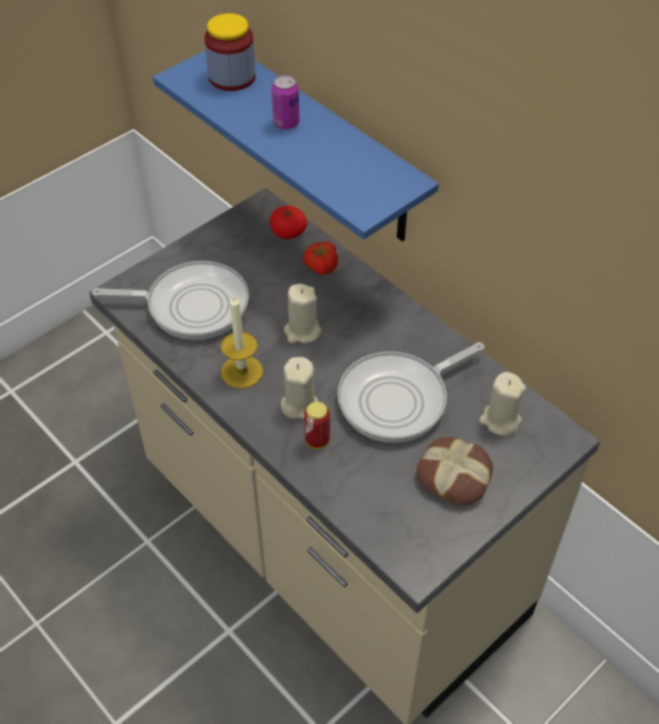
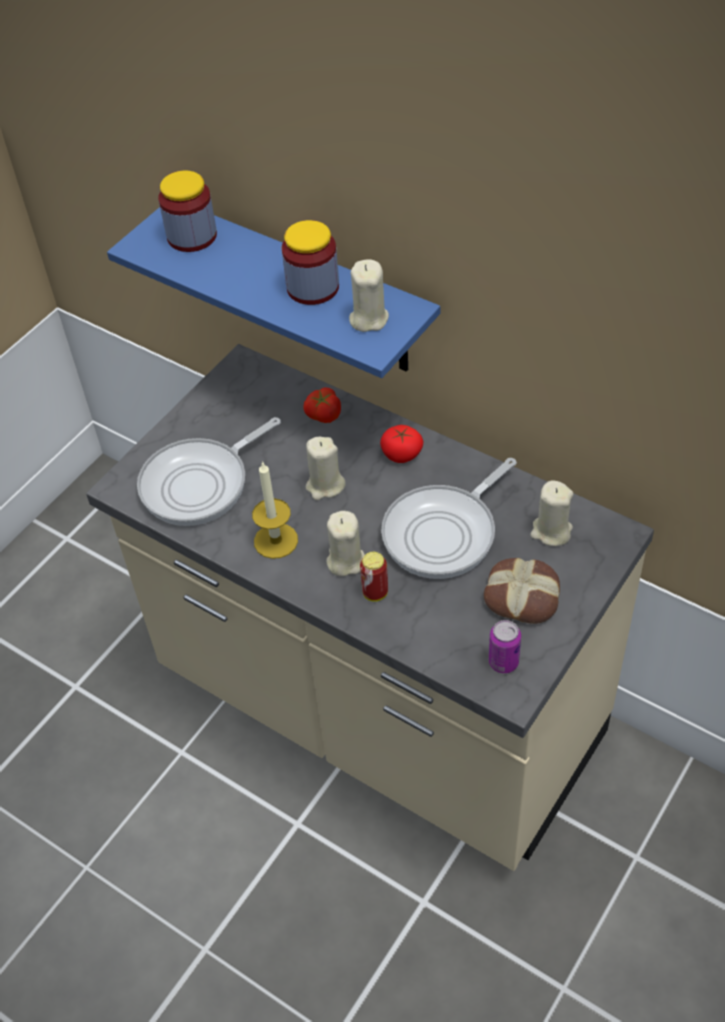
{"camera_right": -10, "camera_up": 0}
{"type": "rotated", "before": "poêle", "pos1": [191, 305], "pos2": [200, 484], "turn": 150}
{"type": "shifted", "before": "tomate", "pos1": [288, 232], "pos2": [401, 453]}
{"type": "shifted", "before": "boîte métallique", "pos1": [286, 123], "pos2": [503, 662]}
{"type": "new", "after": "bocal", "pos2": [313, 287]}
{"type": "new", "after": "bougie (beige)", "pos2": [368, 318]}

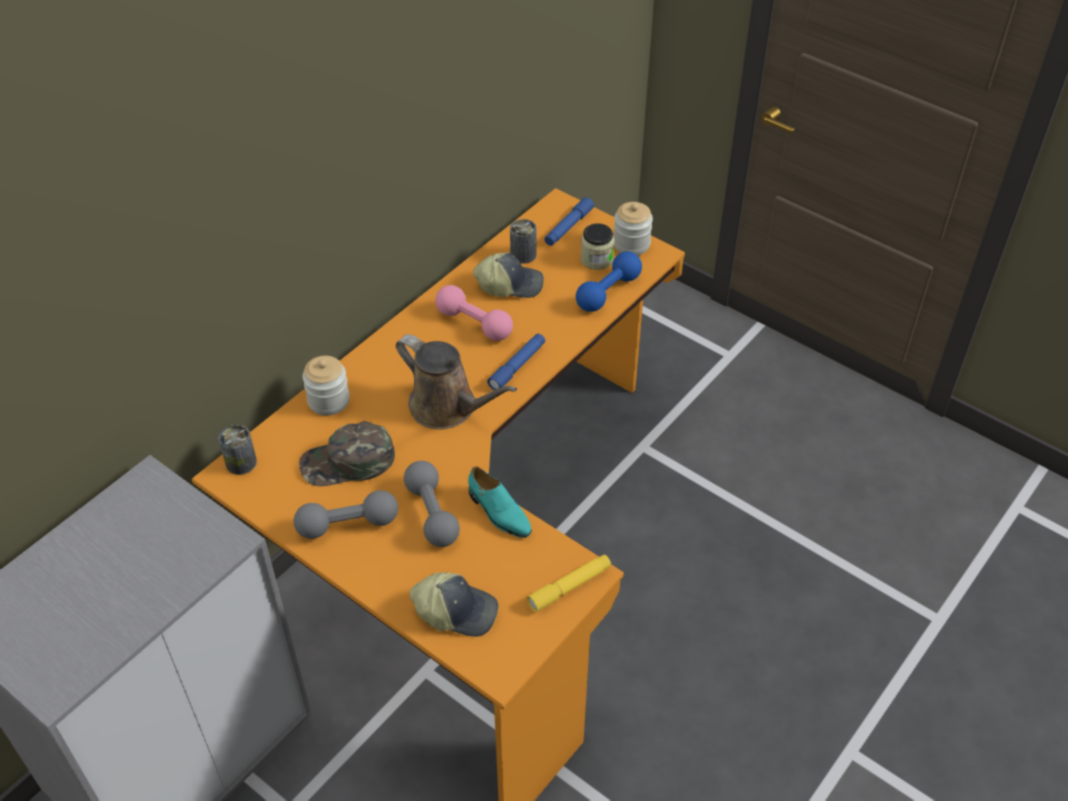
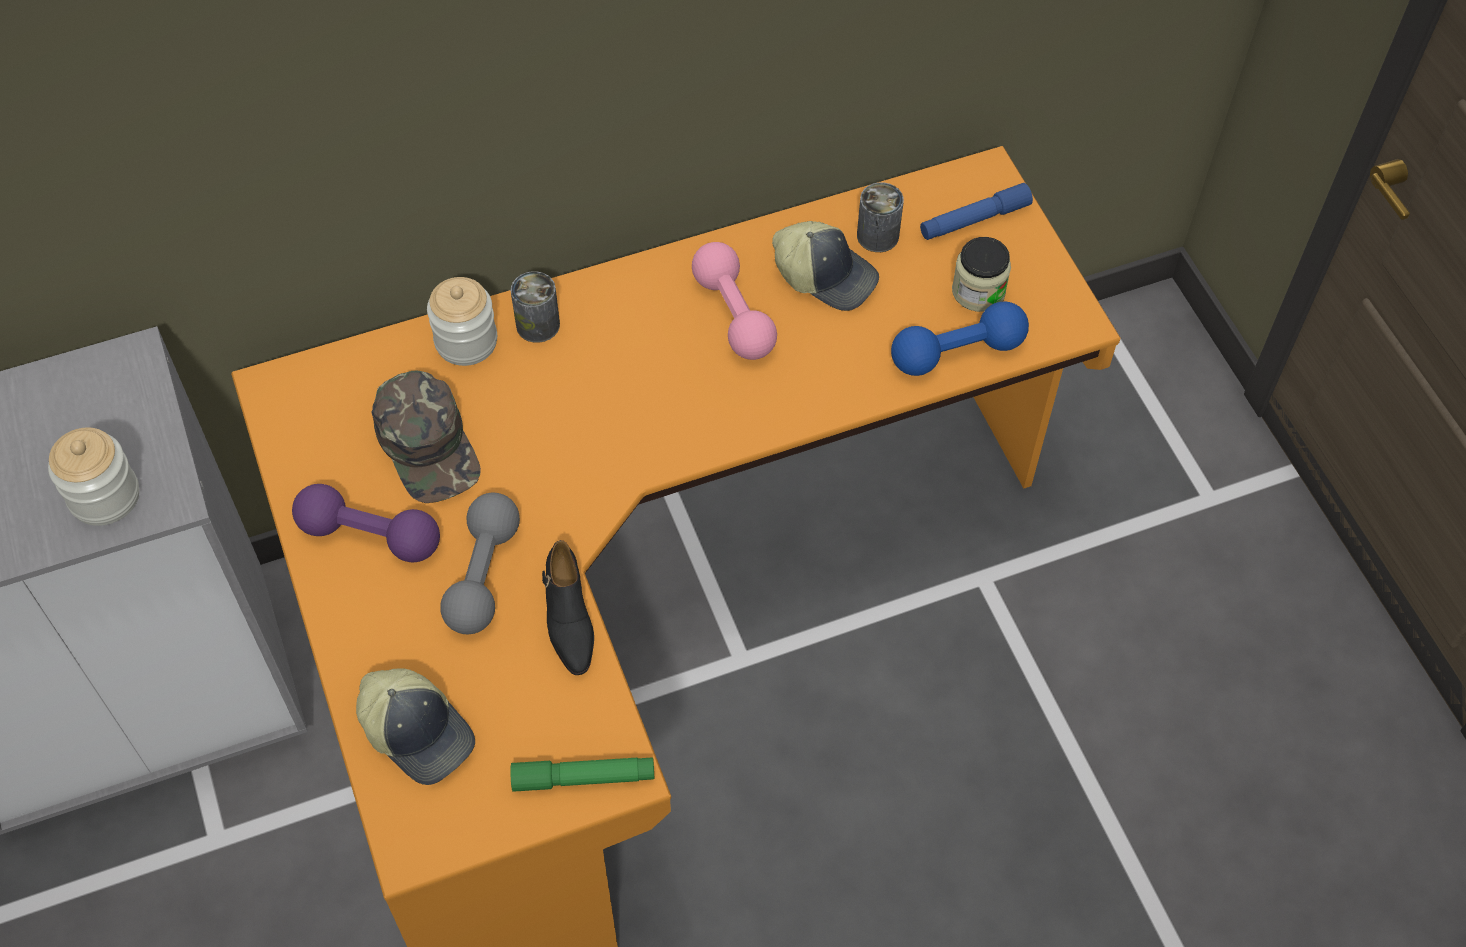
{"camera_right": 30, "camera_up": 10}
{"type": "shifted", "before": "boîte métallique", "pos1": [241, 462], "pos2": [538, 325]}
{"type": "repainted", "before": "haltère (gris)", "after": "haltère (violet)", "pos1": [348, 525], "pos2": [370, 536]}
{"type": "rotated", "before": "casquette (vert)", "pos1": [347, 462], "pos2": [429, 445], "turn": -135}
{"type": "gone", "before": "arrosoir (marron)", "pos1": [448, 407]}
{"type": "repainted", "before": "chaussure (turquoise)", "after": "chaussure (noir)", "pos1": [499, 513], "pos2": [568, 619]}
{"type": "gone", "before": "lampe de poche (bleu)", "pos1": [517, 366]}
{"type": "repainted", "before": "lampe de poche (jaune)", "after": "lampe de poche (vert)", "pos1": [569, 587], "pos2": [583, 778]}
{"type": "shifted", "before": "bocal", "pos1": [631, 244], "pos2": [104, 496]}

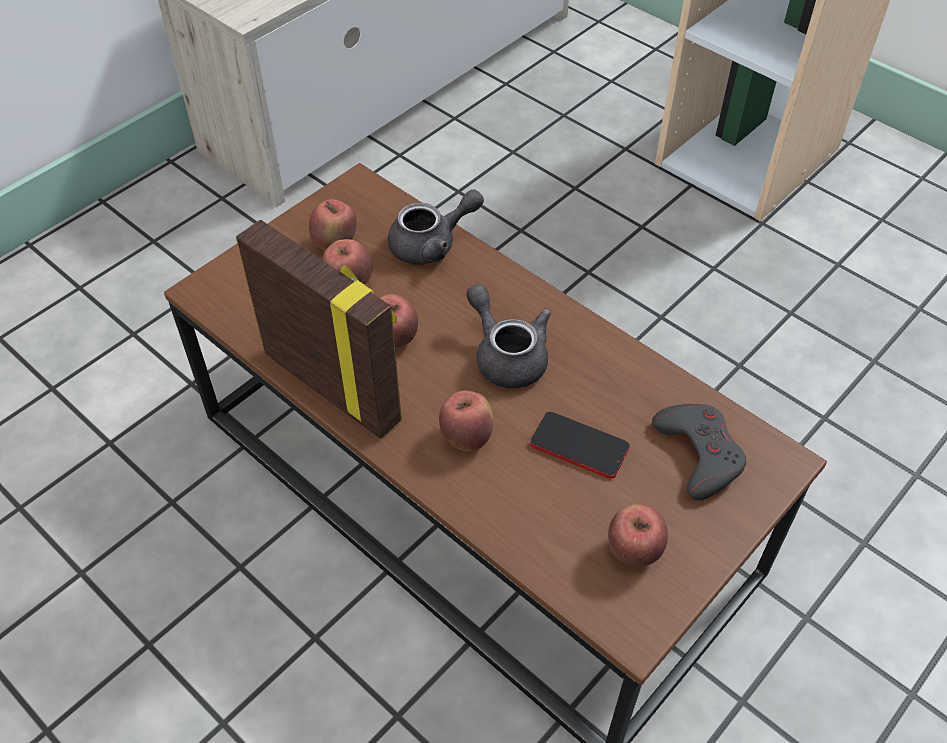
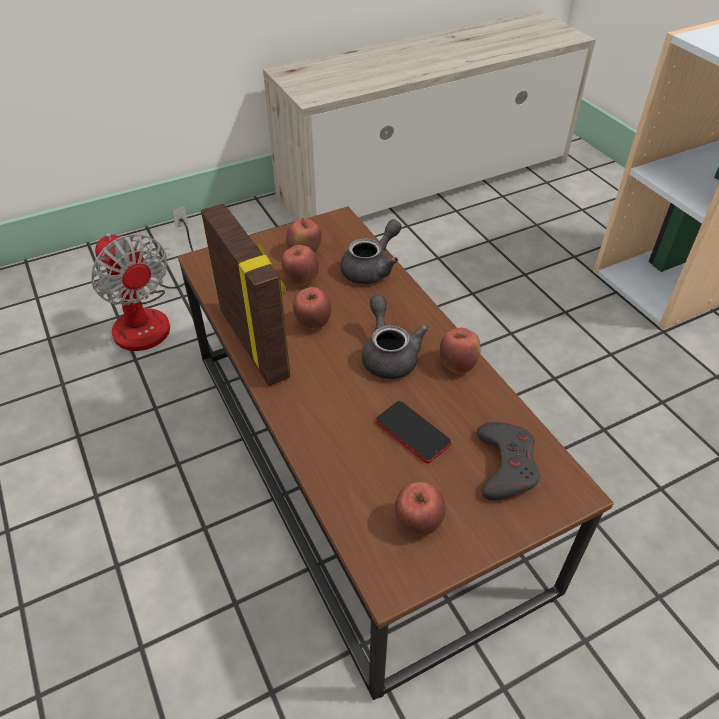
{"camera_right": 20, "camera_up": -5}
{"type": "rotated", "before": "théière (gris)", "pos1": [432, 244], "pos2": [371, 268], "turn": -45}
{"type": "shifted", "before": "pomme", "pos1": [467, 437], "pos2": [458, 365]}
{"type": "new", "after": "ventilateur", "pos2": [151, 316]}

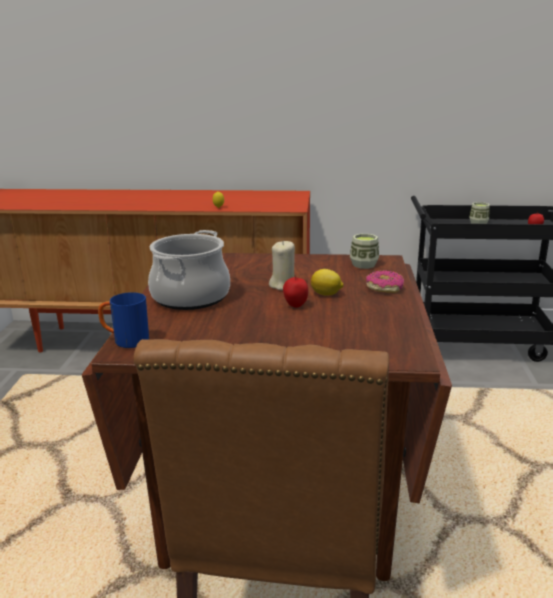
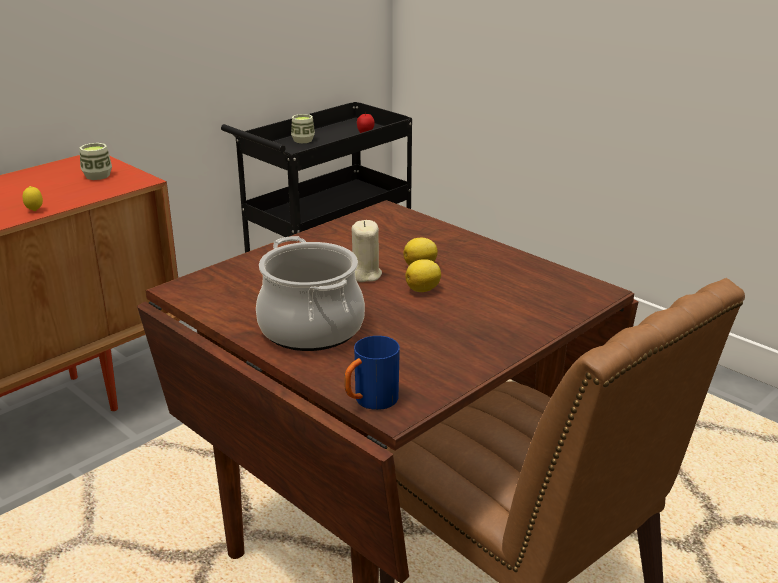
{"camera_right": -50, "camera_up": 5}
{"type": "swapped", "before": "pomme", "after": "citron", "pos1": [295, 306], "pos2": [423, 289]}
{"type": "shifted", "before": "tasse", "pos1": [364, 265], "pos2": [97, 176]}
{"type": "gone", "before": "beignet", "pos1": [384, 288]}

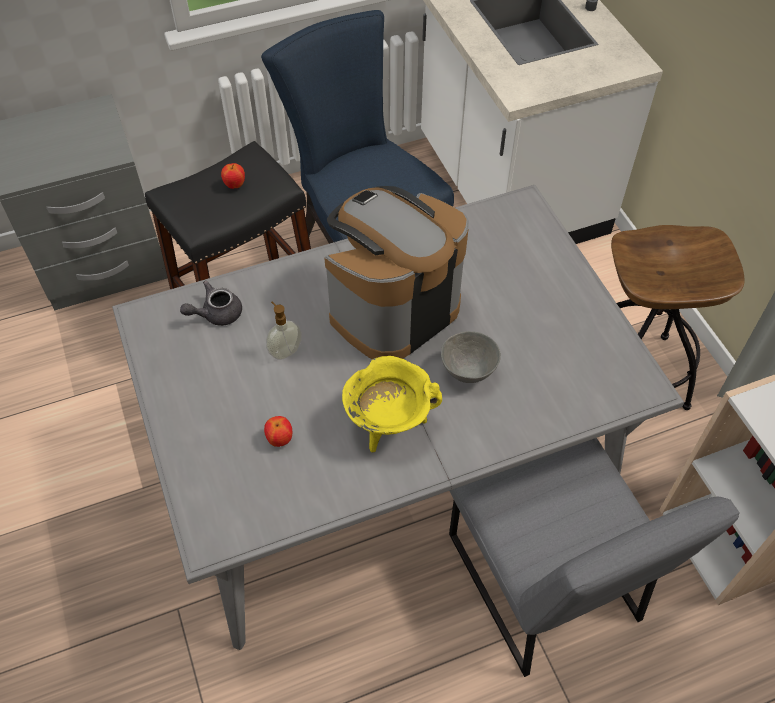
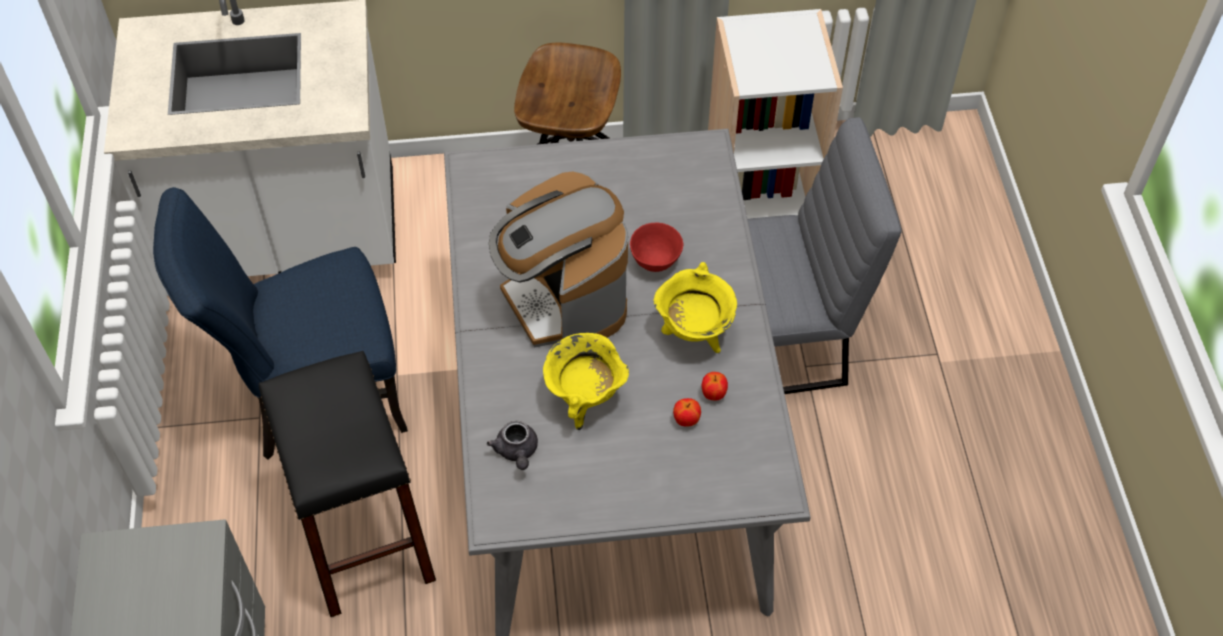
{"camera_right": -75, "camera_up": 0}
{"type": "shifted", "before": "pomme", "pos1": [235, 185], "pos2": [713, 394]}
{"type": "swapped", "before": "distributeur de savon", "after": "marmite (jaune)", "pos1": [285, 351], "pos2": [585, 399]}
{"type": "repainted", "before": "bol (gris)", "after": "bol (rouge)", "pos1": [468, 373], "pos2": [656, 263]}

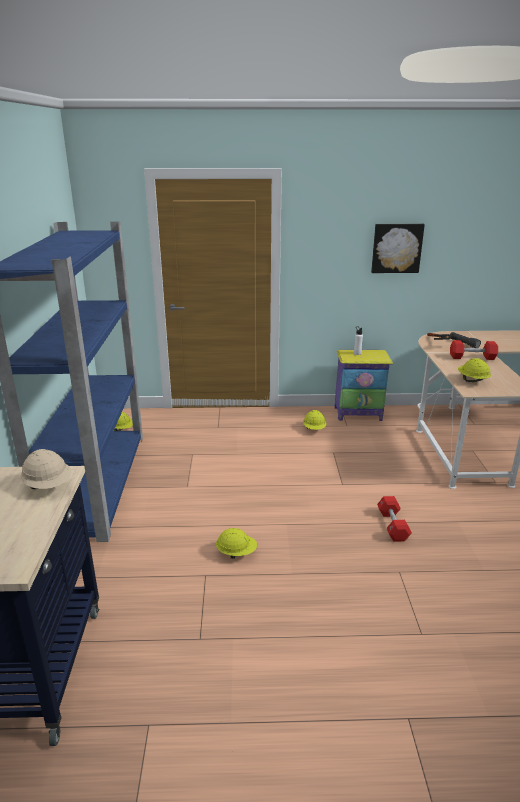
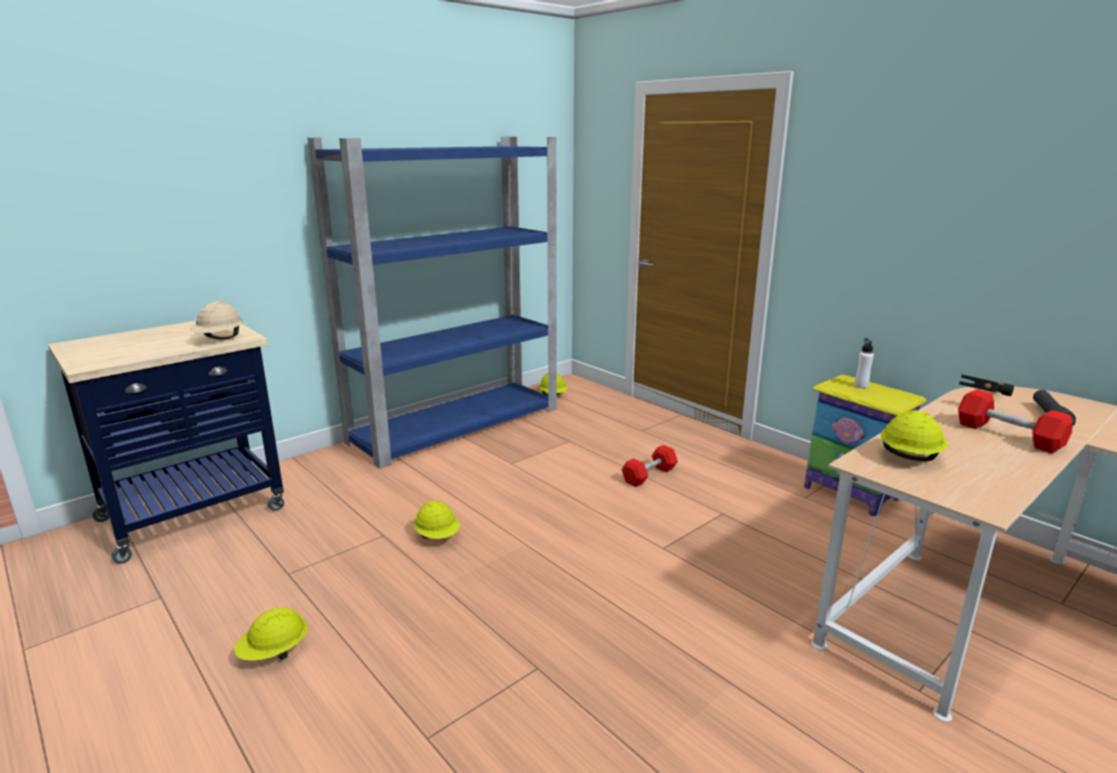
{"camera_right": 50, "camera_up": -5}
{"type": "shifted", "before": "casque de chantier (jaune)", "pos1": [314, 429], "pos2": [274, 653]}
{"type": "gone", "before": "tableau", "pos1": [396, 248]}
{"type": "shifted", "before": "haltère (rouge)", "pos1": [392, 526], "pos2": [649, 475]}

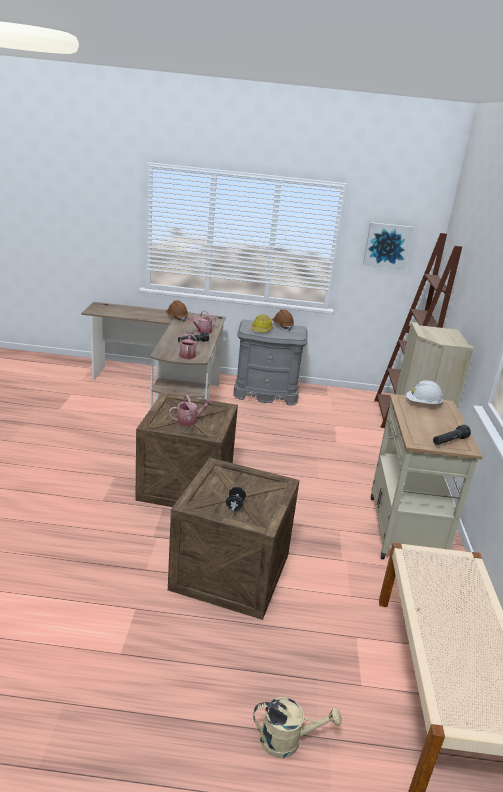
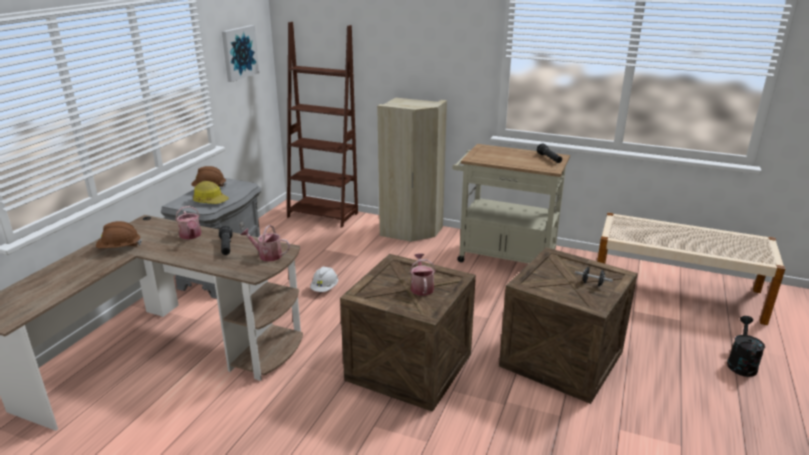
{"camera_right": -70, "camera_up": 0}
{"type": "repainted", "before": "arrosoir (beige)", "after": "arrosoir (noir)", "pos1": [288, 740], "pos2": [741, 363]}
{"type": "shifted", "before": "casque de chantier (blanc)", "pos1": [423, 404], "pos2": [325, 288]}

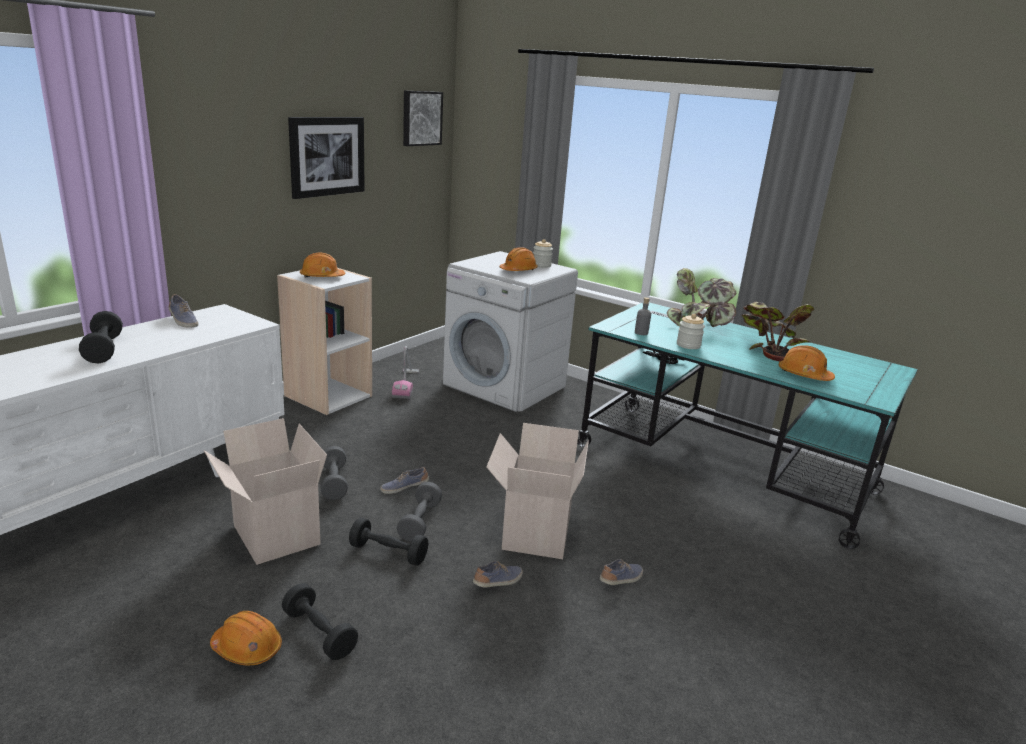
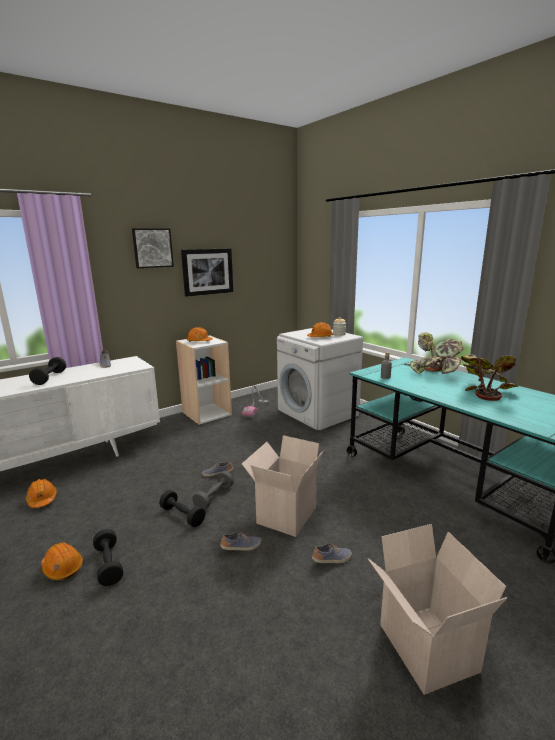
{"camera_right": 20, "camera_up": -5}
{"type": "shifted", "before": "carton", "pos1": [273, 535], "pos2": [424, 647]}
{"type": "gone", "before": "haltère (gris)", "pos1": [334, 483]}
{"type": "shifted", "before": "tableau", "pos1": [421, 118], "pos2": [152, 248]}
{"type": "gone", "before": "bocal", "pos1": [688, 345]}
{"type": "shifted", "before": "casque de chantier (orange)", "pos1": [804, 375], "pos2": [42, 499]}

